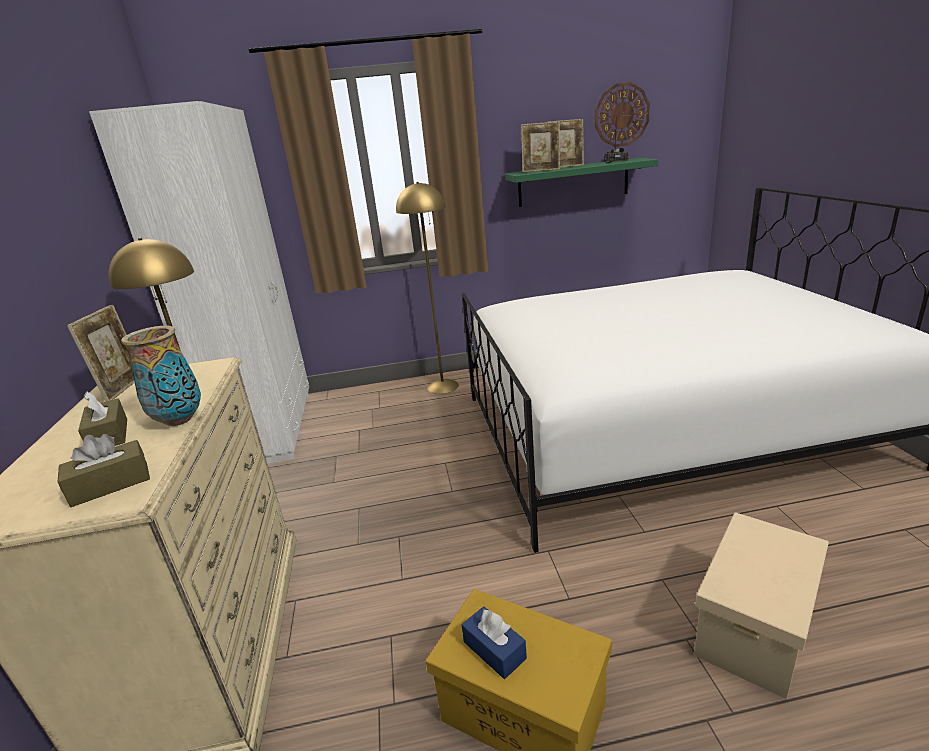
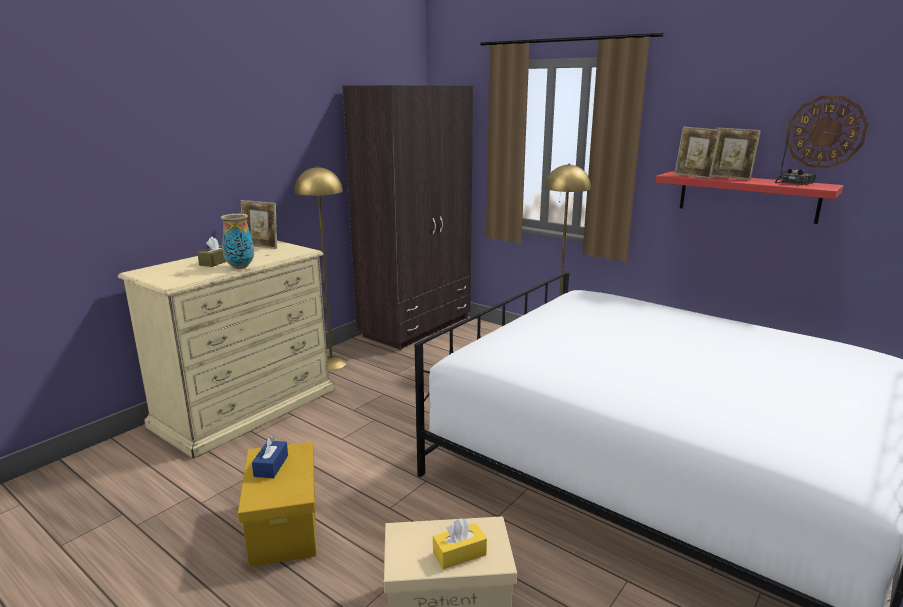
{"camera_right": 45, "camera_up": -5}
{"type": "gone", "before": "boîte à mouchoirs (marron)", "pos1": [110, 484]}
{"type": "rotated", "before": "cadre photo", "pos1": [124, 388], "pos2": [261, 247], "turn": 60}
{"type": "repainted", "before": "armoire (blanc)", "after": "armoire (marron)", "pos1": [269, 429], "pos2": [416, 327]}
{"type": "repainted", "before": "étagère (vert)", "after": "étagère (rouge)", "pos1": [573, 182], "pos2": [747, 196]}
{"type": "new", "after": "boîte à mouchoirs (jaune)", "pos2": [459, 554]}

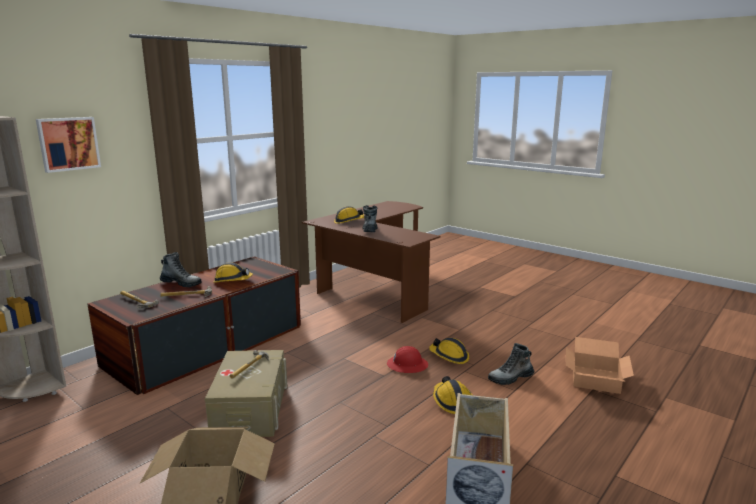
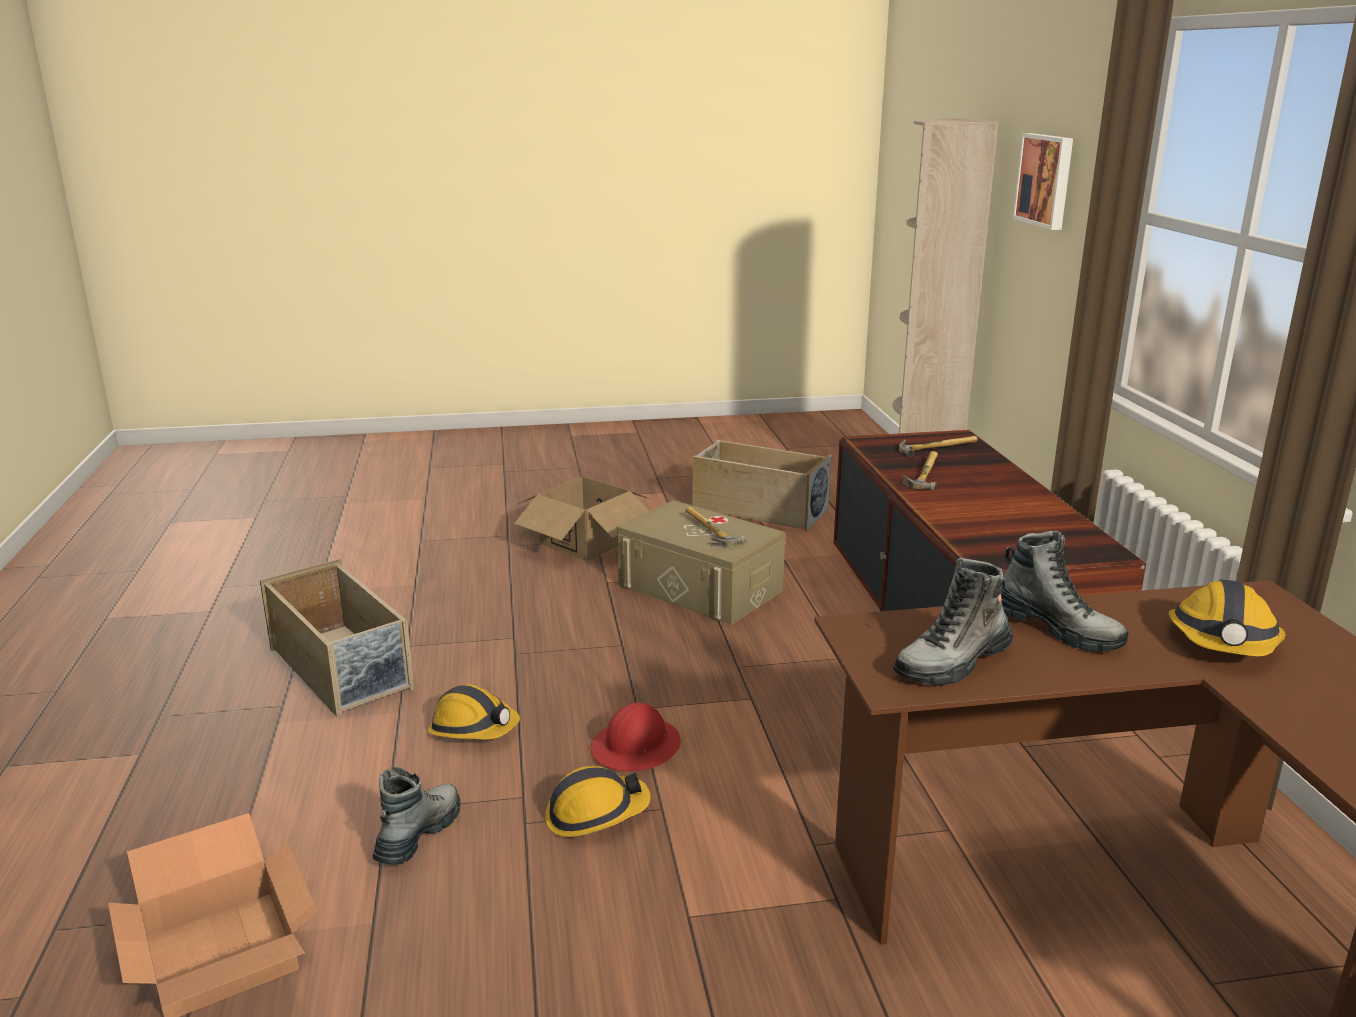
{"camera_right": 130, "camera_up": 5}
{"type": "shifted", "before": "botte", "pos1": [181, 283], "pos2": [953, 662]}
{"type": "gone", "before": "casque de chantier", "pos1": [232, 281]}
{"type": "new", "after": "boîte de rangement (beige)", "pos2": [758, 510]}

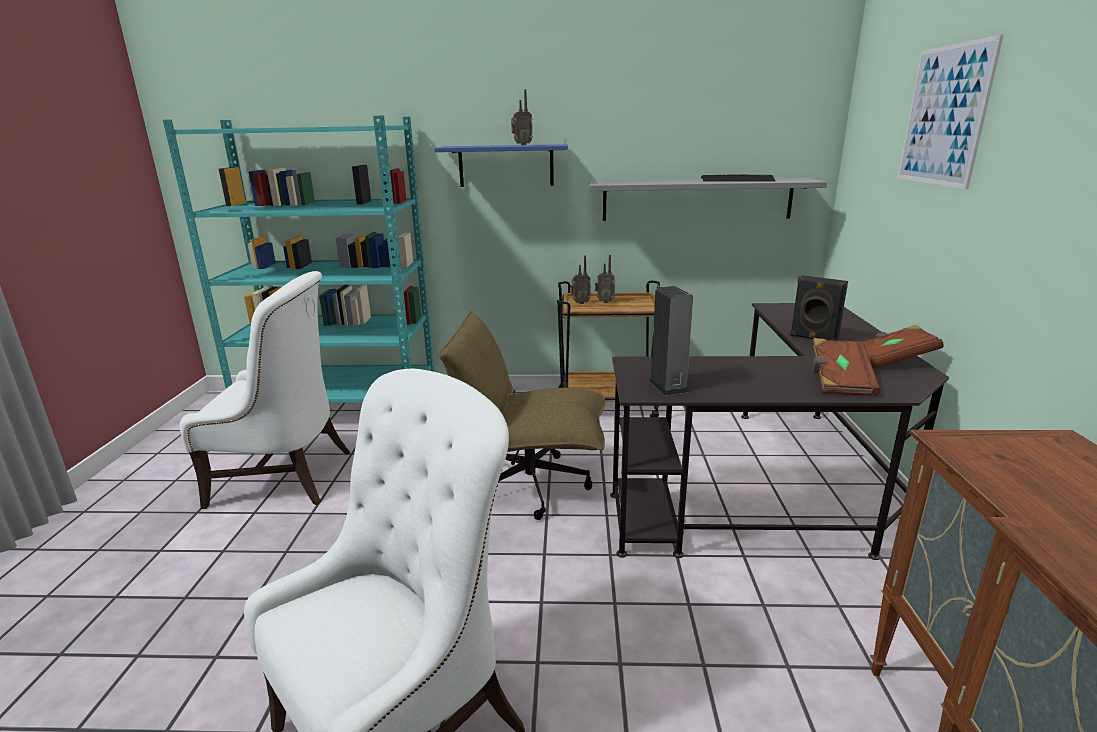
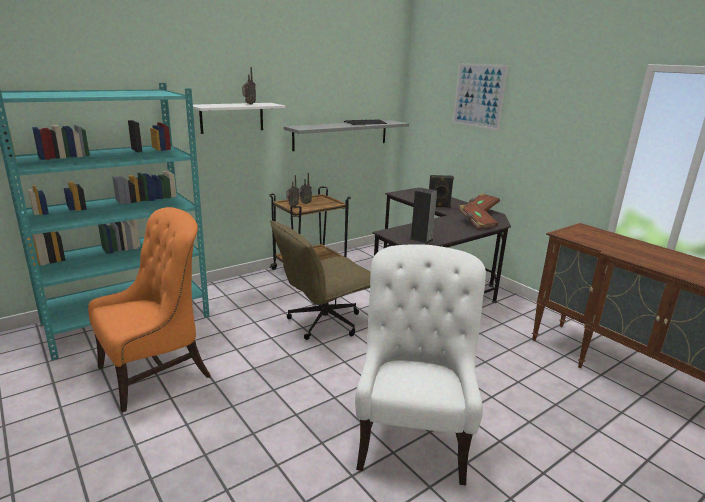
{"camera_right": -40, "camera_up": 0}
{"type": "repainted", "before": "chaise (blanc)", "after": "chaise (orange)", "pos1": [285, 477], "pos2": [156, 372]}
{"type": "repainted", "before": "étagère (bleu)", "after": "étagère (blanc)", "pos1": [506, 166], "pos2": [232, 117]}

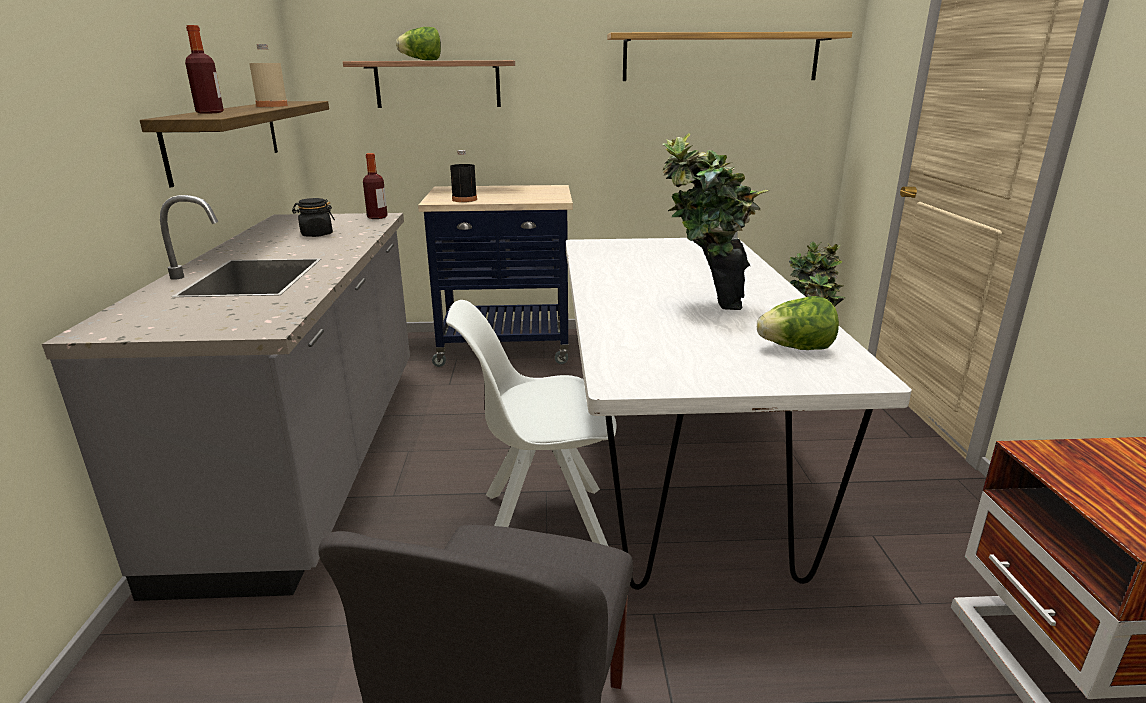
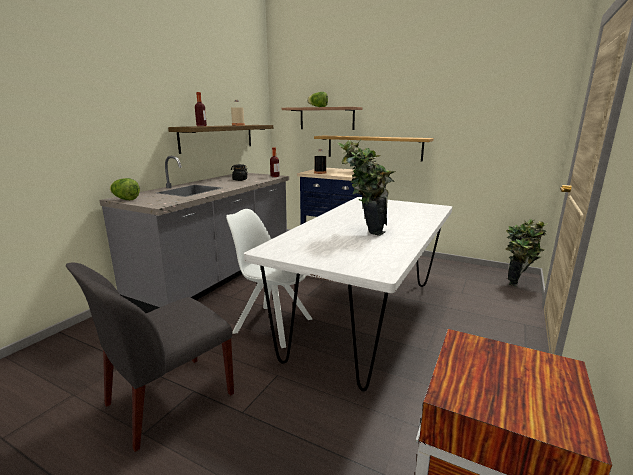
{"camera_right": 30, "camera_up": -5}
{"type": "shifted", "before": "étagère", "pos1": [720, 57], "pos2": [373, 147]}
{"type": "shifted", "before": "laitue", "pos1": [796, 348], "pos2": [125, 199]}

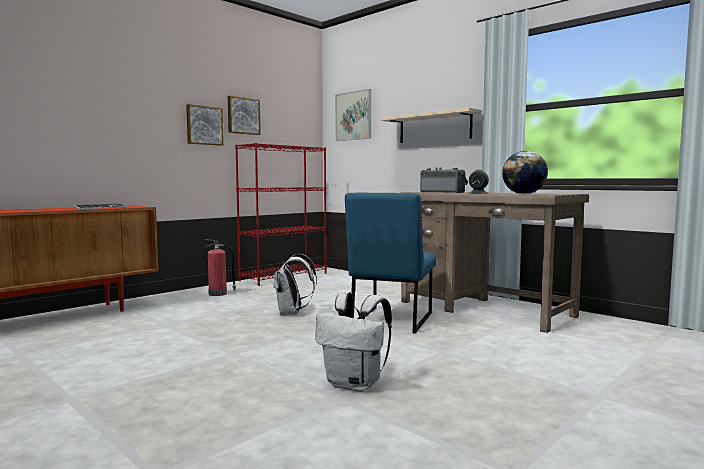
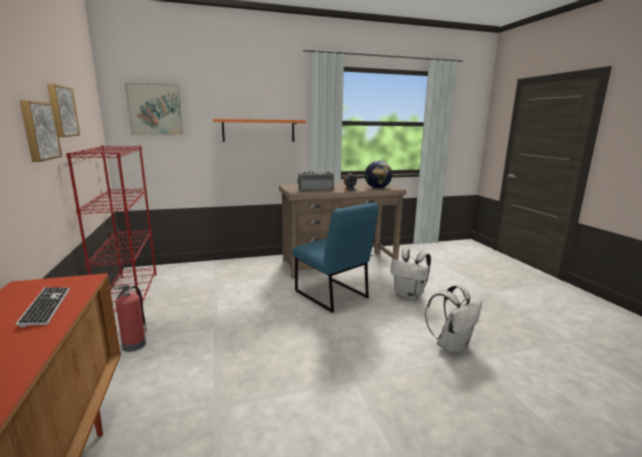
{"camera_right": -60, "camera_up": 10}
{"type": "shifted", "before": "sac à dos (blanc)", "pos1": [292, 313], "pos2": [409, 295]}
{"type": "repainted", "before": "étagère (beige)", "after": "étagère (orange)", "pos1": [434, 127], "pos2": [258, 130]}

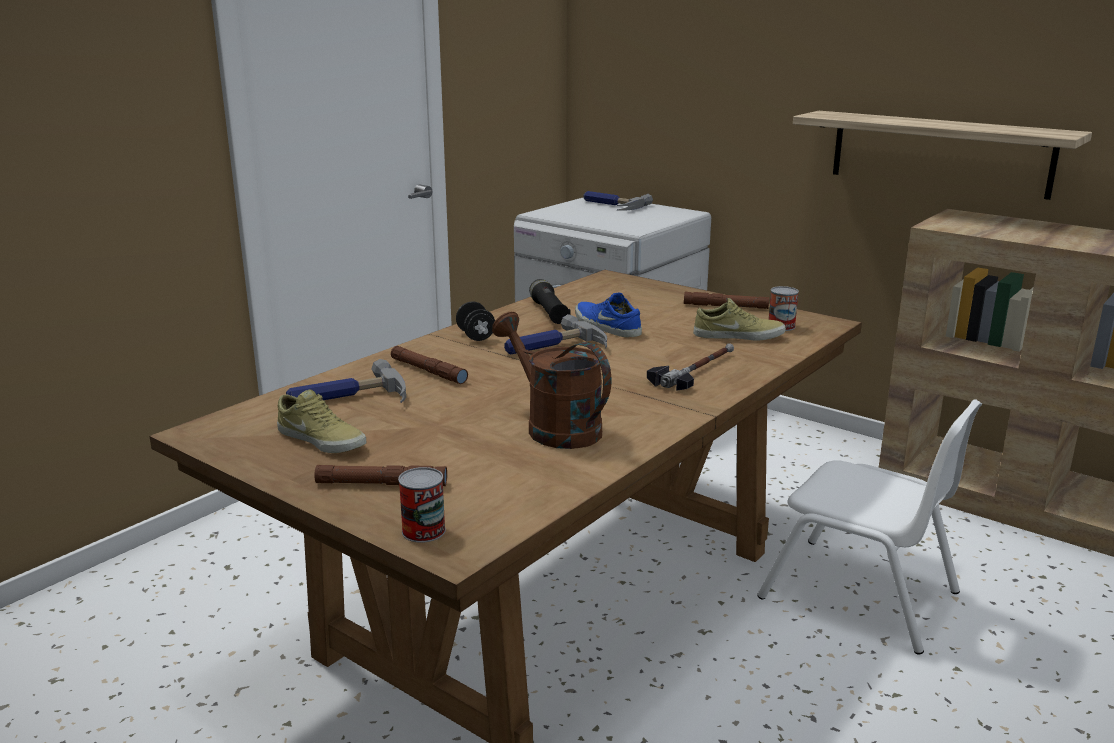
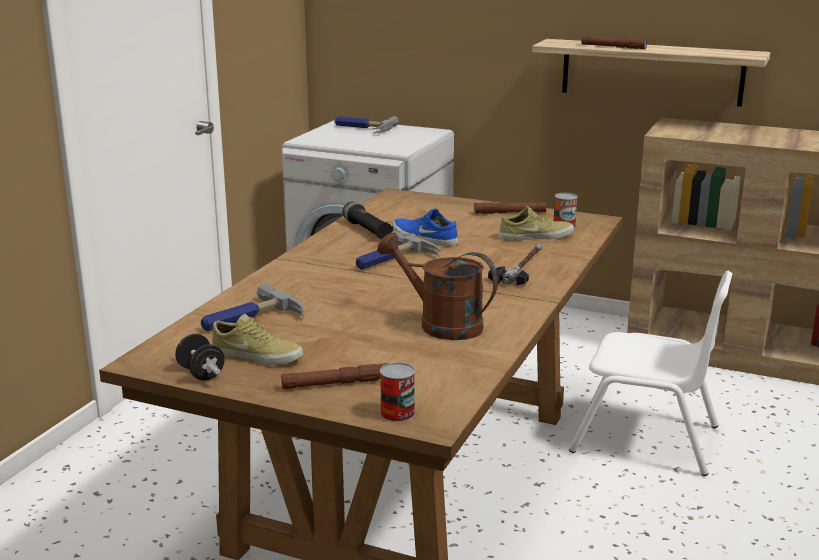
{"camera_right": -15, "camera_up": 0}
{"type": "shifted", "before": "lampe de poche (marron)", "pos1": [428, 371], "pos2": [613, 47]}
{"type": "shifted", "before": "haltère (noir)", "pos1": [476, 336], "pos2": [201, 373]}

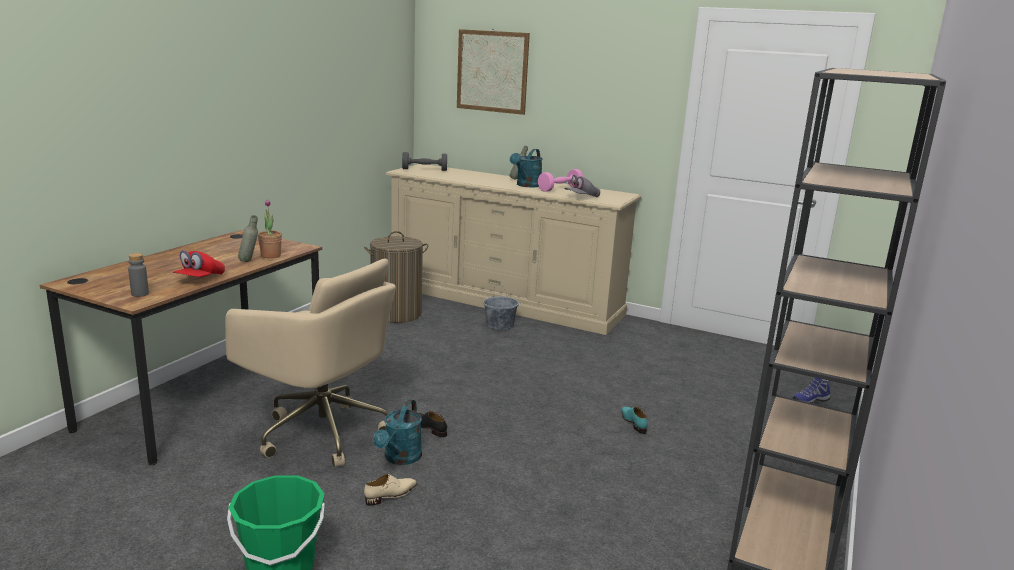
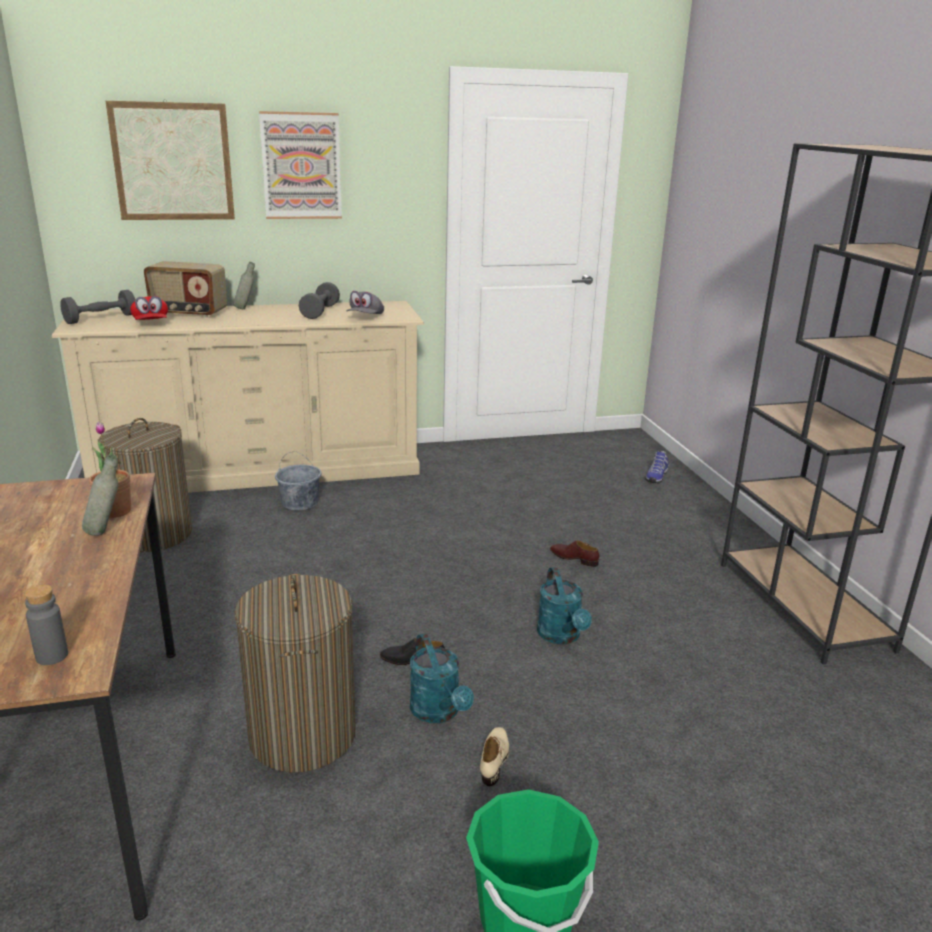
{"camera_right": -40, "camera_up": 5}
{"type": "shifted", "before": "casquette (rouge)", "pos1": [200, 279], "pos2": [151, 324]}
{"type": "swapped", "before": "chaise de bureau (beige)", "after": "panier à linge", "pos1": [318, 433], "pos2": [302, 735]}
{"type": "shifted", "before": "arrosoir (turquoise)", "pos1": [526, 185], "pos2": [561, 636]}
{"type": "repainted", "before": "haltère (rose)", "after": "haltère (gris)", "pos1": [560, 189], "pos2": [320, 312]}
{"type": "repainted", "before": "chaussure (turquoise)", "after": "chaussure (marron)", "pos1": [633, 422], "pos2": [574, 558]}
{"type": "new", "after": "radio", "pos2": [188, 313]}
{"type": "new", "after": "tableau", "pos2": [301, 166]}

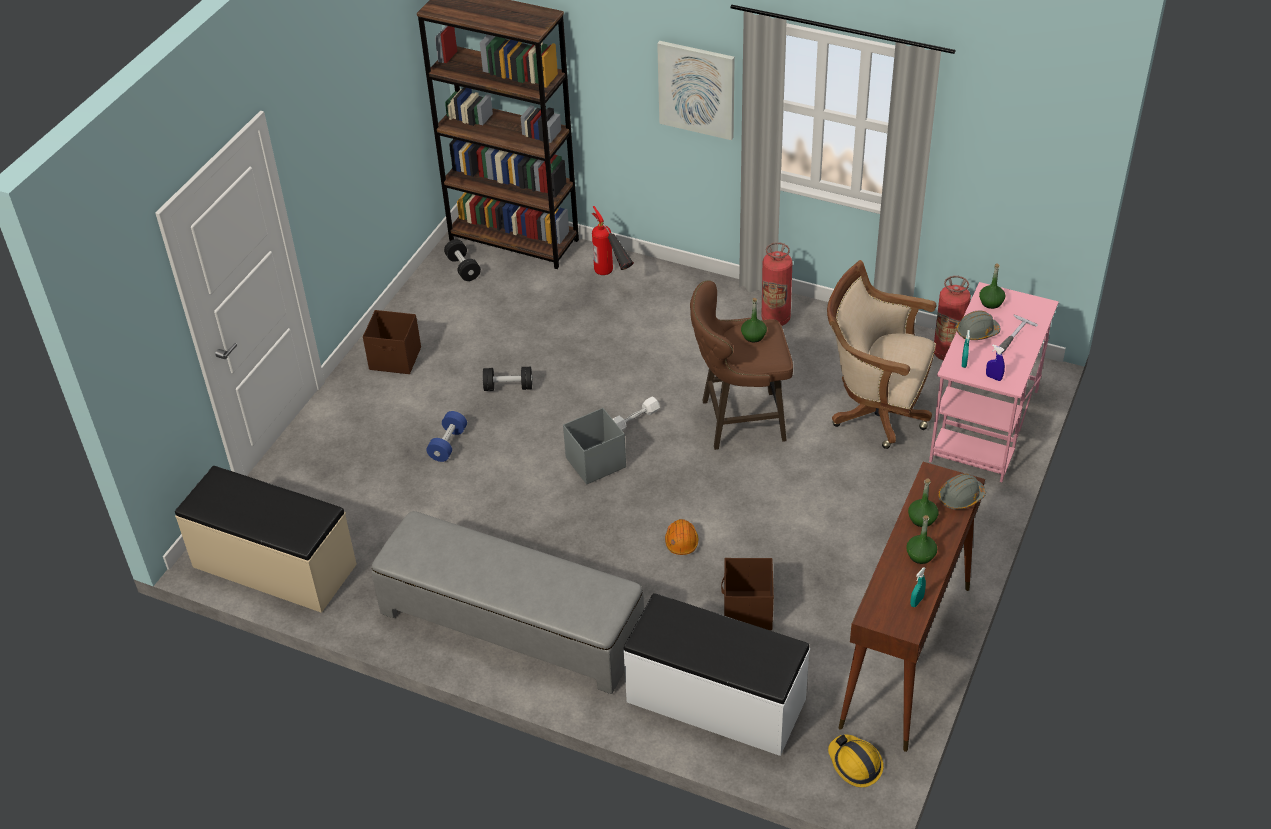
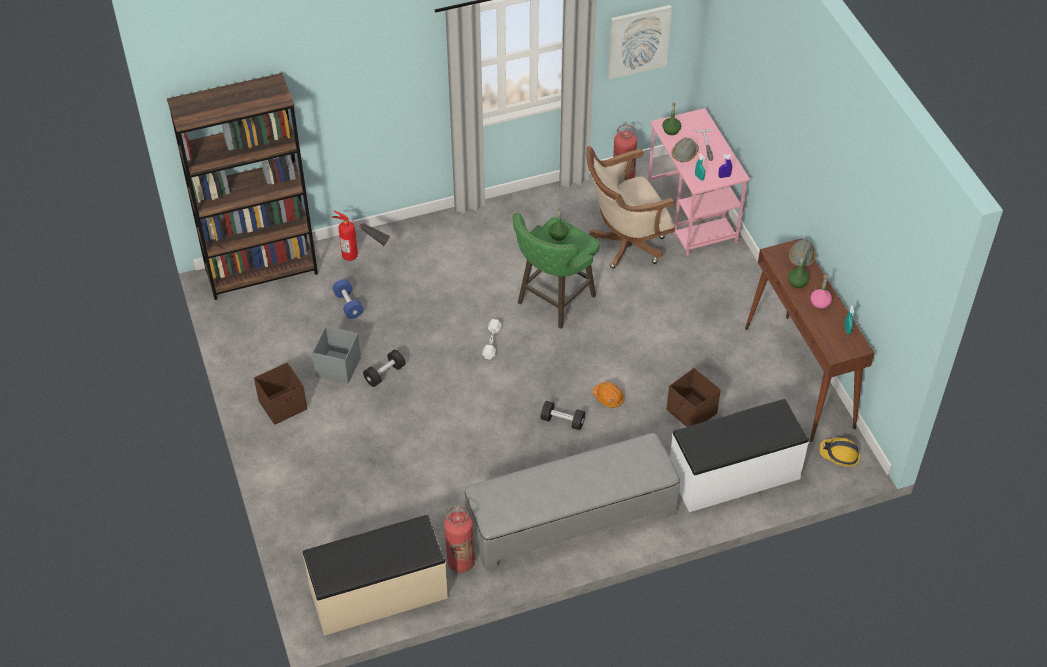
{"camera_right": -45, "camera_up": 5}
{"type": "shifted", "before": "haltère (bleu)", "pos1": [448, 444], "pos2": [348, 305]}
{"type": "shifted", "before": "haltère (noir)", "pos1": [463, 268], "pos2": [562, 421]}
{"type": "shifted", "before": "boîte de rangement (gris)", "pos1": [595, 463], "pos2": [338, 367]}
{"type": "shifted", "before": "tableau", "pos1": [697, 89], "pos2": [638, 41]}
{"type": "repainted", "before": "tabouret (marron)", "after": "tabouret (vert)", "pos1": [738, 421], "pos2": [554, 301]}
{"type": "shifted", "before": "extincteur", "pos1": [775, 319], "pos2": [461, 562]}
{"type": "repainted", "before": "bouteille (vert)", "after": "bouteille (rose)", "pos1": [920, 555], "pos2": [820, 303]}

